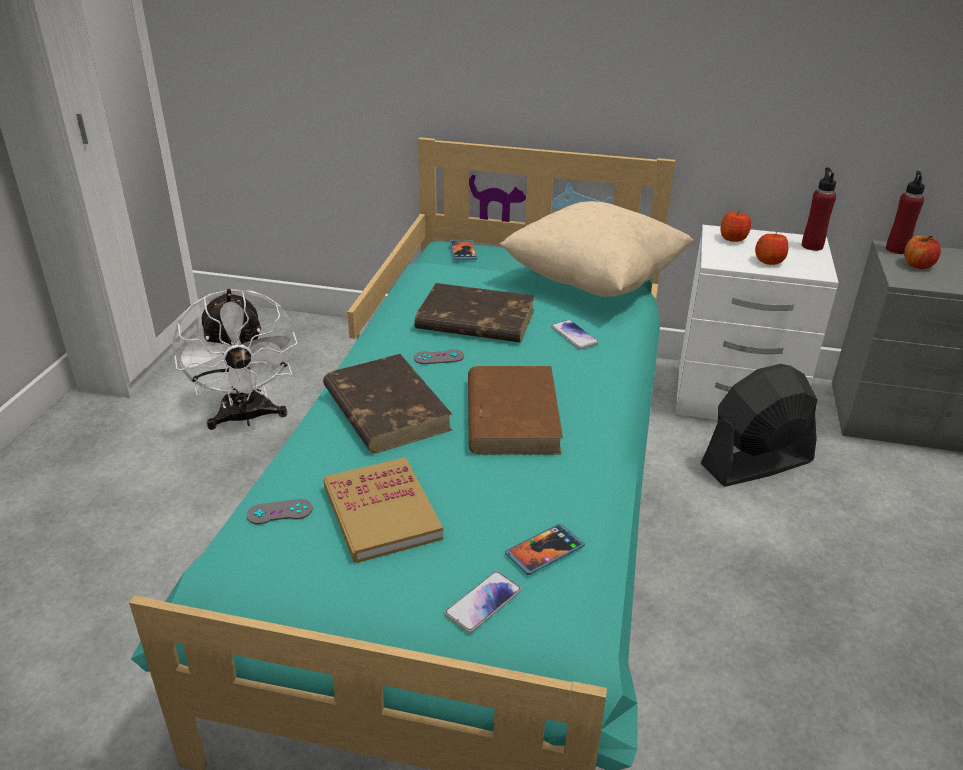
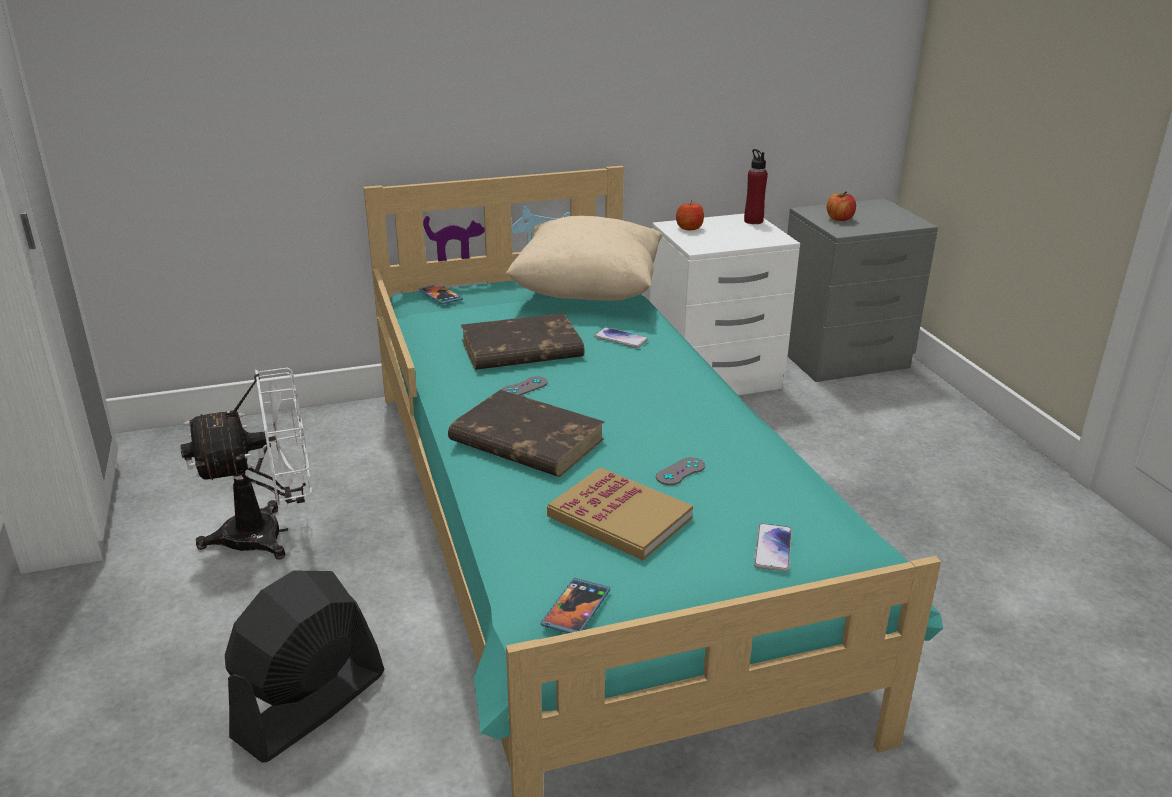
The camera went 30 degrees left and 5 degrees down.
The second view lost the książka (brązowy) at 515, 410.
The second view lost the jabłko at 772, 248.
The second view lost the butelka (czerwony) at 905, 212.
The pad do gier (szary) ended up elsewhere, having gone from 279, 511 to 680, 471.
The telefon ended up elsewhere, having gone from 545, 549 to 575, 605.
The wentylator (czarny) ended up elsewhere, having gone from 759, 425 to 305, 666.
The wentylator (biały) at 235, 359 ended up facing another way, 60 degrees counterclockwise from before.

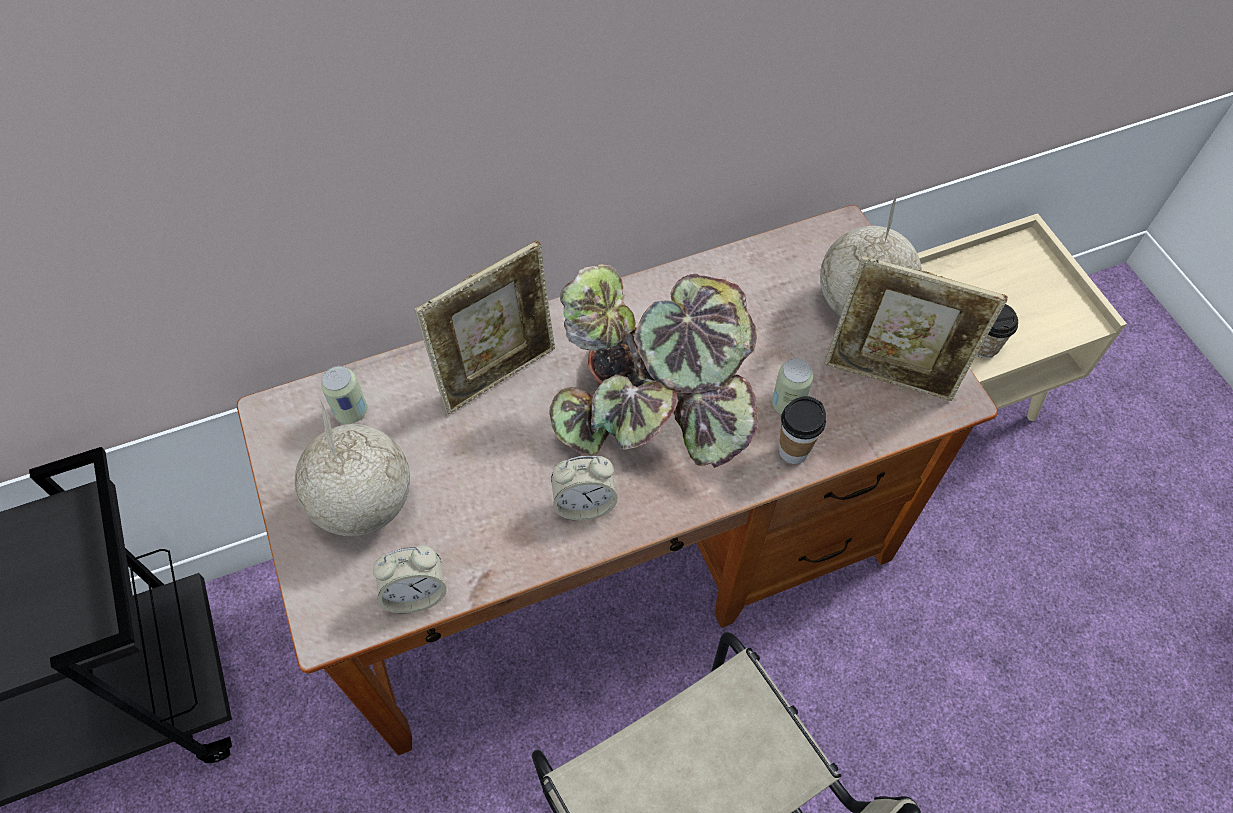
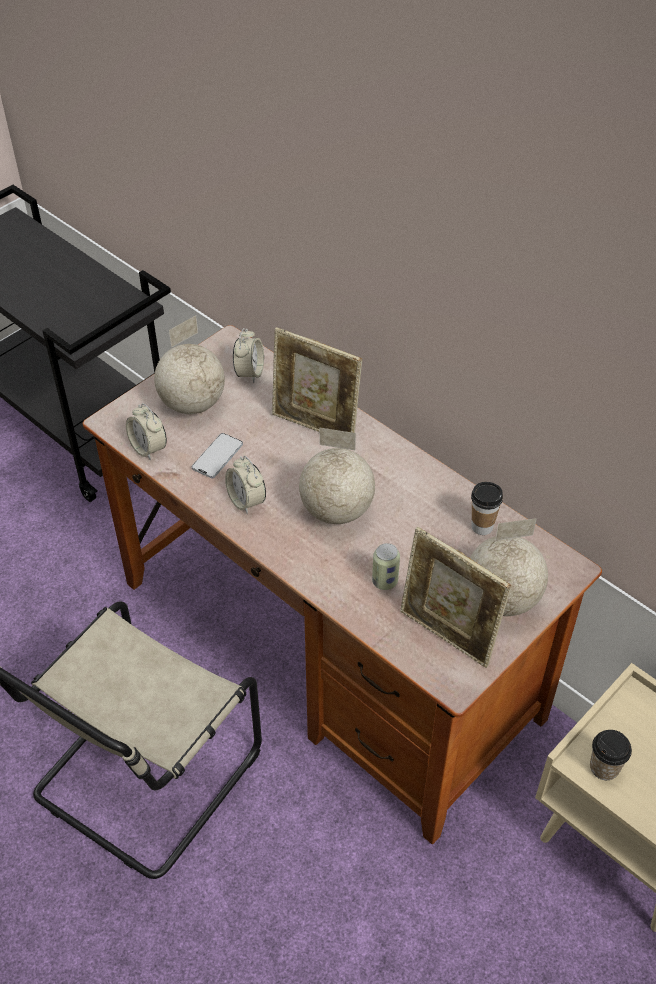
The camera went 65 degrees right and 10 degrees down.
The second view gained the telefon at 217, 455.
The filiżanka ended up elsewhere, having gone from 802, 430 to 487, 508.
Where the puszka stood at 344, 395, the budzik came to stand at 248, 355.
Where the roślina doniczkowa stood at 653, 366, the globus came to stand at 337, 476.
The ramka na zdjęcie at 916, 328 ended up facing another way, 45 degrees counterclockwise from before.

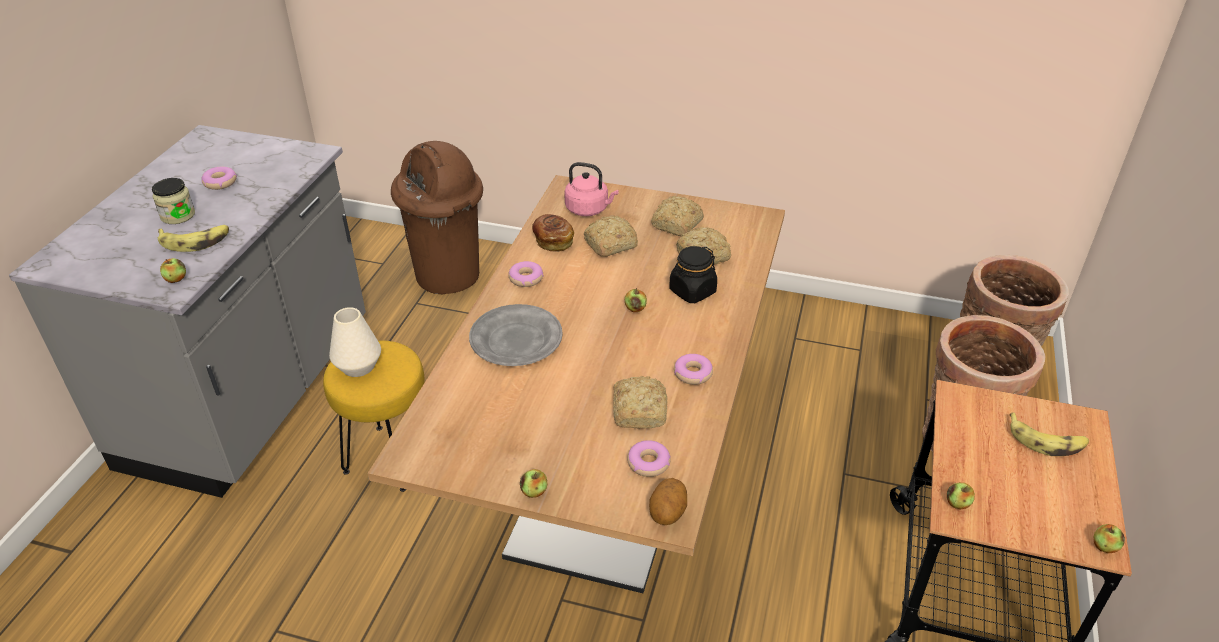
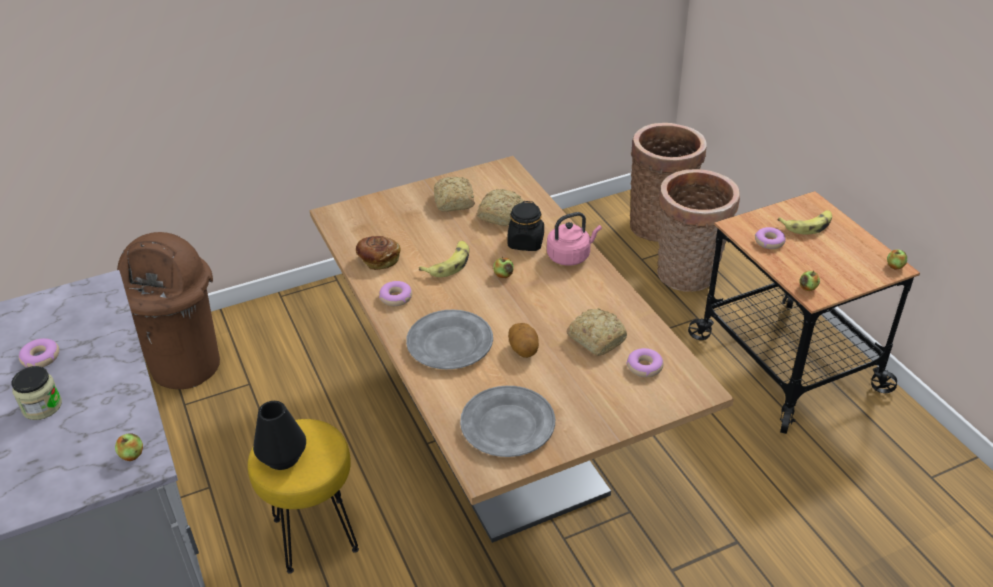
The camera went 40 degrees left and 0 degrees up.
The second view lost the jabłko at 533, 483.
The second view lost the chleb at 611, 236.
The second view gained the talerz (szary) at 507, 421.
The banan ended up elsewhere, having gone from 193, 238 to 444, 259.
The czajnik (różowy) ended up elsewhere, having gone from 591, 189 to 574, 239.
The ziemniak ended up elsewhere, having gone from 668, 501 to 523, 340.
The donut ended up elsewhere, having gone from 693, 369 to 770, 238.
What was the wazon (biały) at 355, 342 turned into the wazon (czarny) at 279, 435.

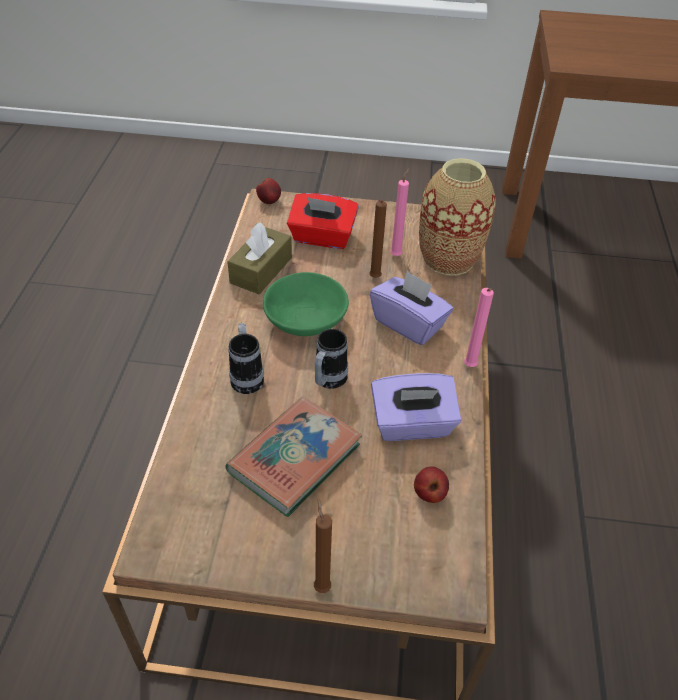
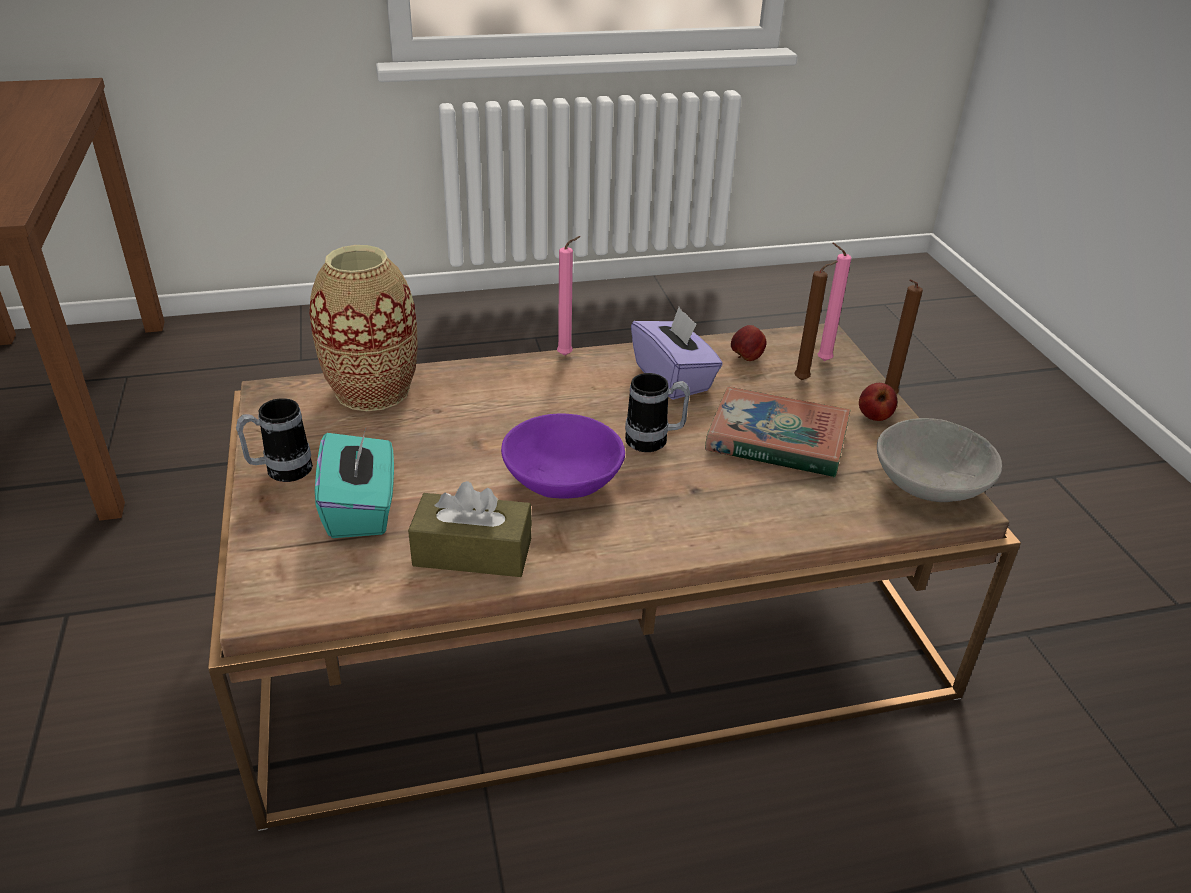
The camera went 110 degrees left and 10 degrees down.
The second view lost the pudełko chusteczek (fioletowy) at 411, 308.
The second view gained the miska (szary) at 939, 460.
The kubek ended up elsewhere, having gone from 246, 358 to 274, 440.
The jabłko ended up elsewhere, having gone from 268, 191 to 878, 402.
The świeca (brązowy) ended up elsewhere, having gone from 378, 239 to 816, 320.
The świeca (różowy) ended up elsewhere, having gone from 400, 212 to 834, 302.
What was the miska (zielony) at 306, 304 turned into the miska (fioletowy) at 563, 455.
What was the pudełko chusteczek (czerwony) at 323, 221 turned into the pudełko chusteczek (turkusowy) at 354, 482.

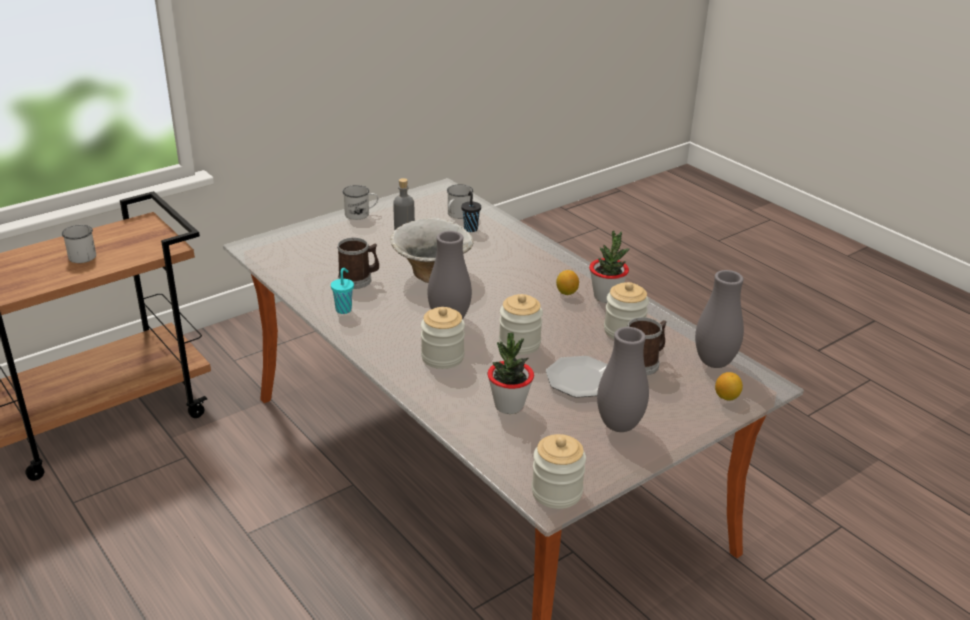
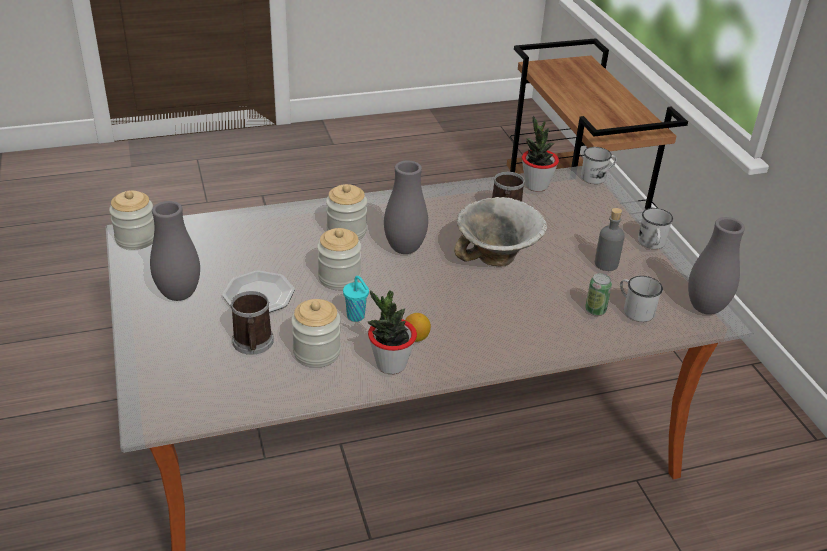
The camera went 110 degrees right and 5 degrees up.
The second view lost the cytryna at 729, 386.
The kubek (biały) ended up elsewhere, having gone from 79, 244 to 599, 165.
The filiżanka (turkusowy) ended up elsewhere, having gone from 342, 291 to 356, 299.
The roślina doniczkowa ended up elsewhere, having gone from 511, 373 to 540, 153.
The wazon (szary) ended up elsewhere, having gone from 719, 319 to 716, 266.
Where the filiżanka (czarny) stood at 471, 211, the puszka came to stand at 598, 294.

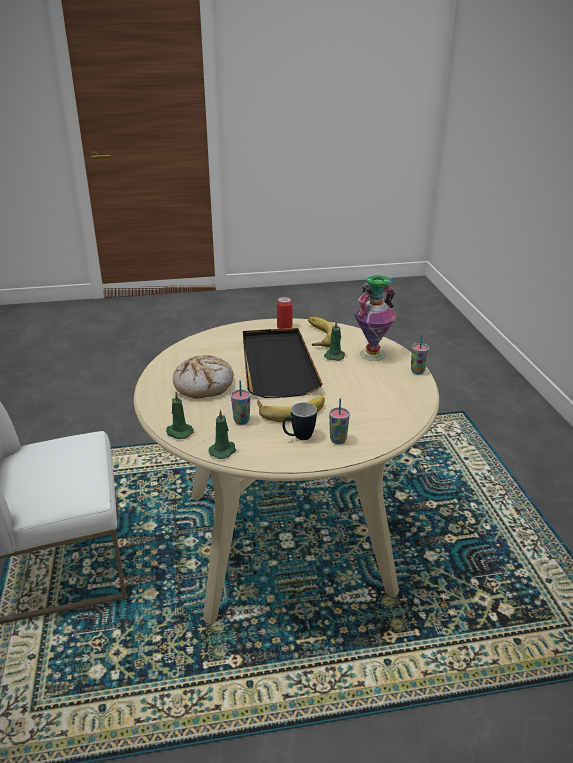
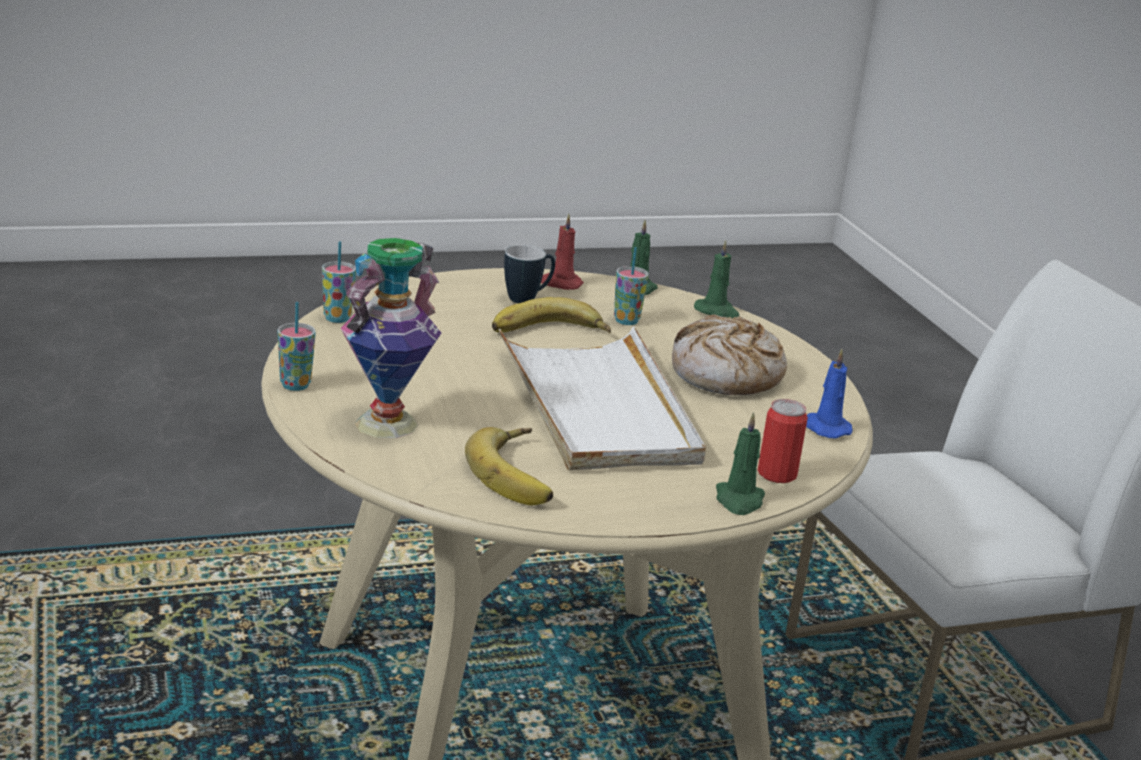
The camera went 170 degrees right and 5 degrees down.
The second view gained the świeca (czerwony) at 562, 252.
The second view gained the świeca (niebieski) at 829, 393.
The puszka ended up elsewhere, having gone from 285, 313 to 783, 441.
The świeca (zielony) ended up elsewhere, having gone from 334, 340 to 740, 463.
The filiżanka ended up elsewhere, having gone from 339, 421 to 339, 282.
What was the taca (czarny) at 283, 363 turned into the taca (biały) at 602, 398.

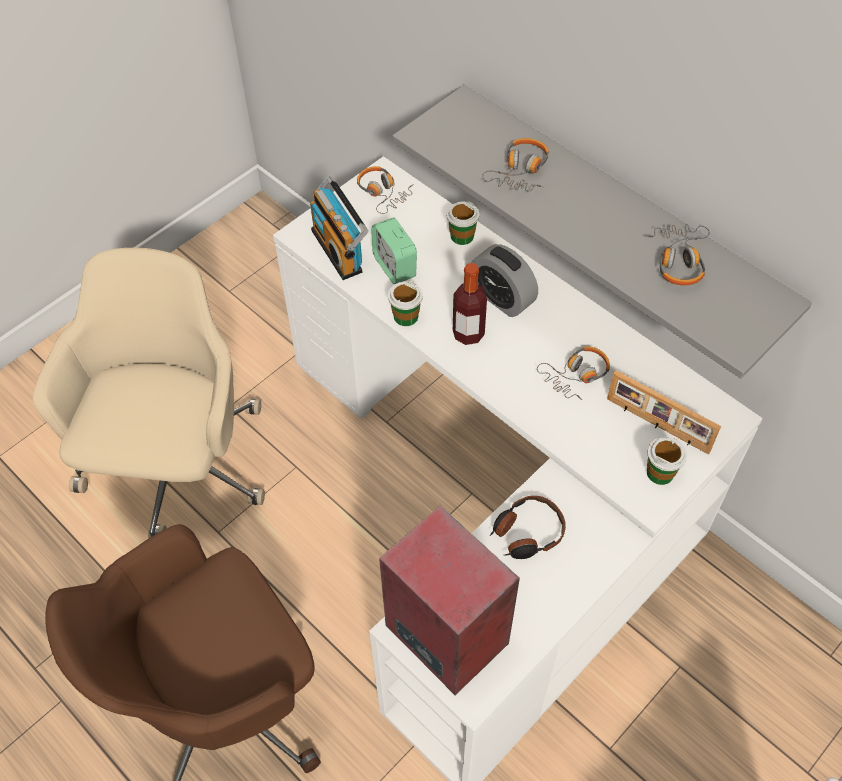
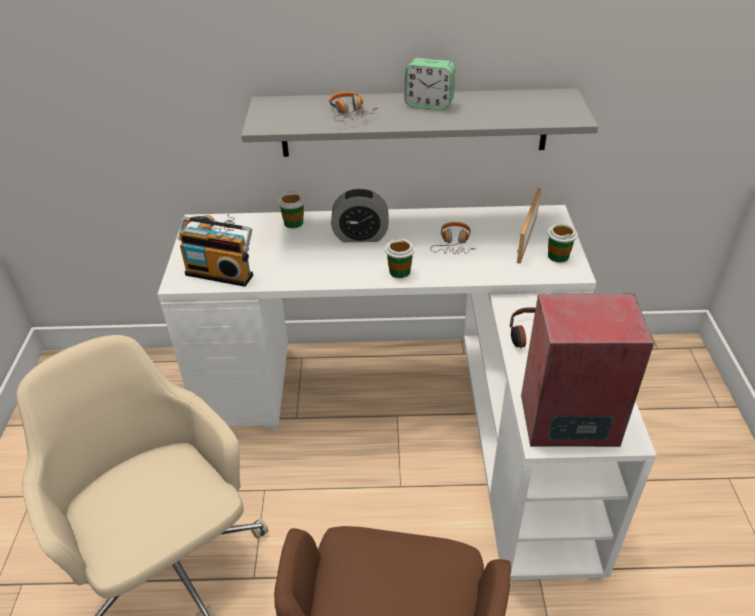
The camera went 45 degrees left and 15 degrees down.
The second view lost the butelka at 470, 304.
The second view lost the słuchawki at 677, 254.
The budzik ended up elsewhere, having gone from 394, 251 to 430, 84.
The filiżanka ended up elsewhere, having gone from 405, 303 to 400, 257.
The ramka na zdjęcie at 664, 413 ended up facing another way, 120 degrees clockwise from before.

